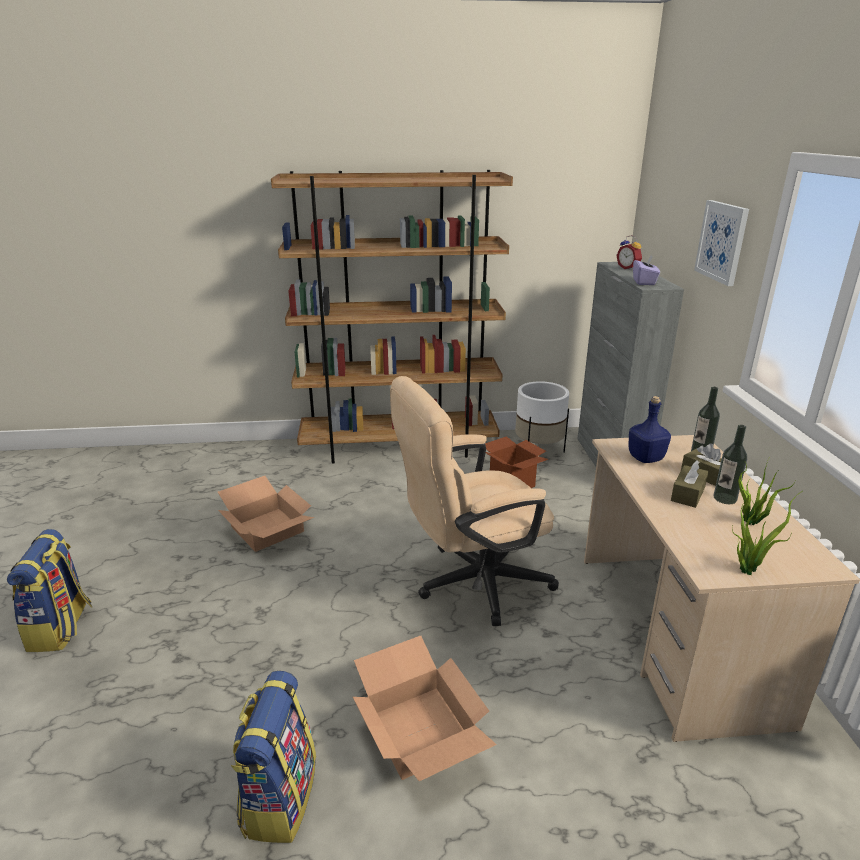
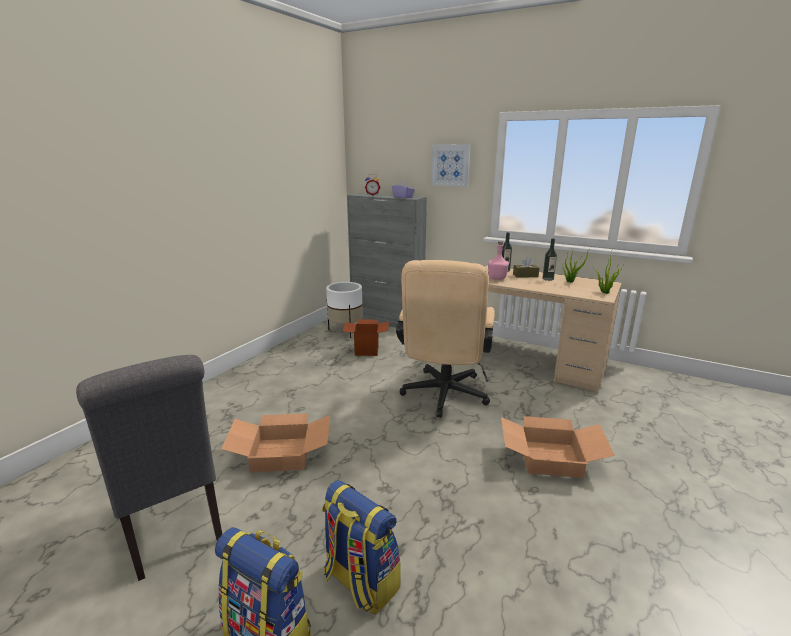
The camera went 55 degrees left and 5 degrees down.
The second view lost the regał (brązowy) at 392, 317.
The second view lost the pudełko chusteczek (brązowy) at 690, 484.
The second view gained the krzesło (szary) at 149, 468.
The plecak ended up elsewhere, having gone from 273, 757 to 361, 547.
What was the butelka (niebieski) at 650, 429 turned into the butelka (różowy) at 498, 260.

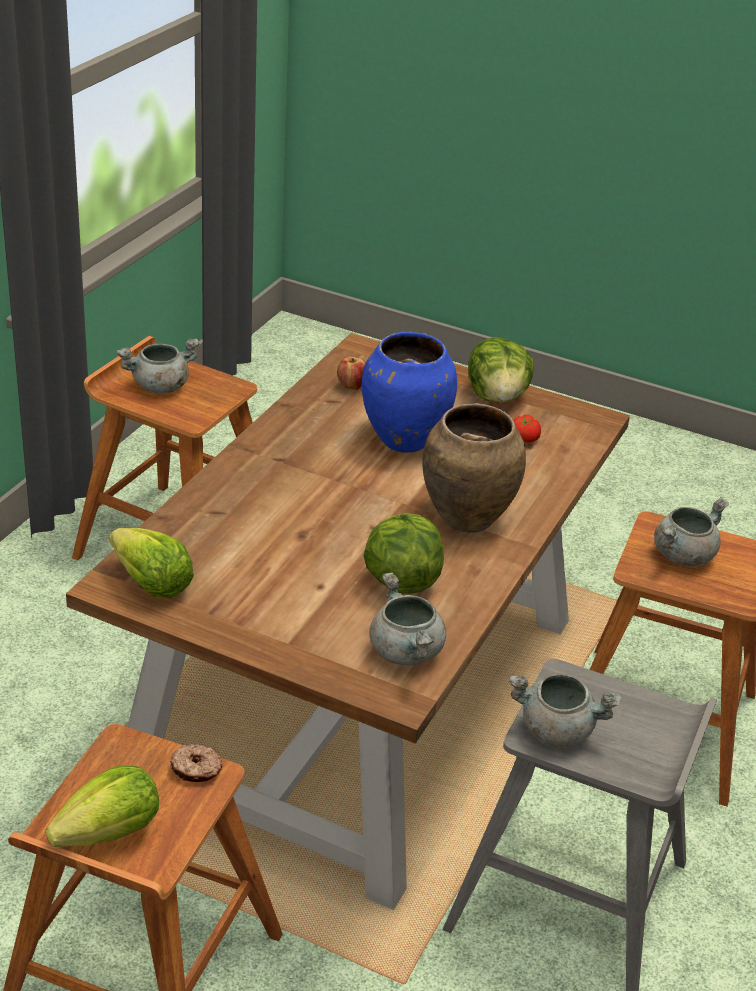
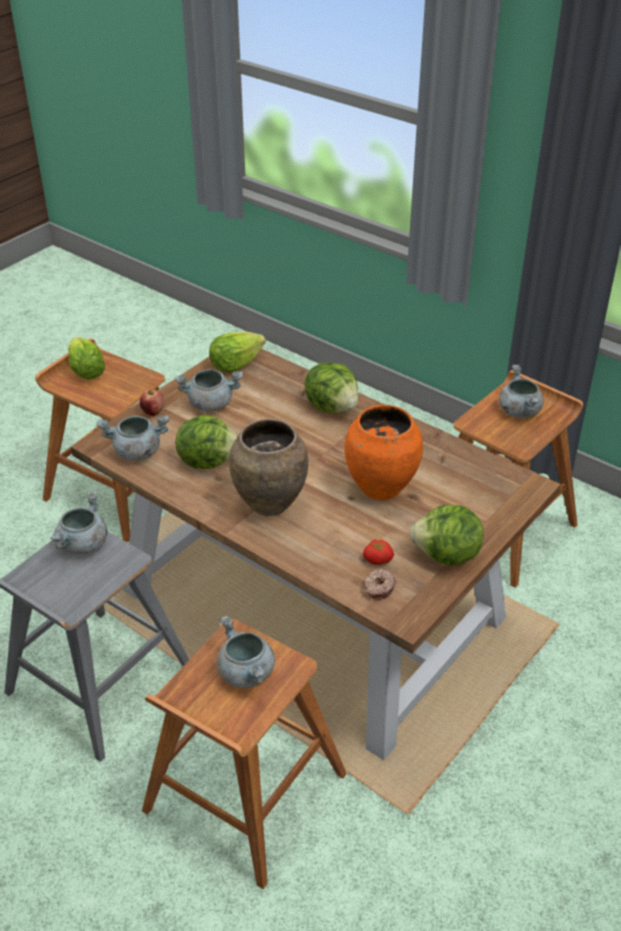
The camera went 105 degrees right and 5 degrees up.
The second view gained the garnek (szary) at 209, 390.
The second view gained the sałata at 332, 387.
The donut ended up elsewhere, having gone from 196, 763 to 380, 584.
The jabłko ended up elsewhere, having gone from 351, 373 to 152, 402.
What was the wazon (niebieski) at 409, 392 turned into the wazon (pomarańczowy) at 384, 452.

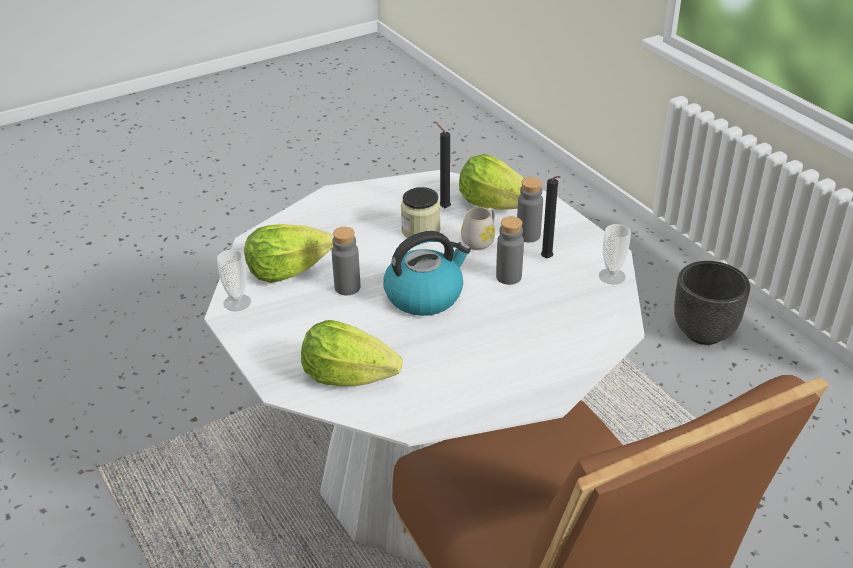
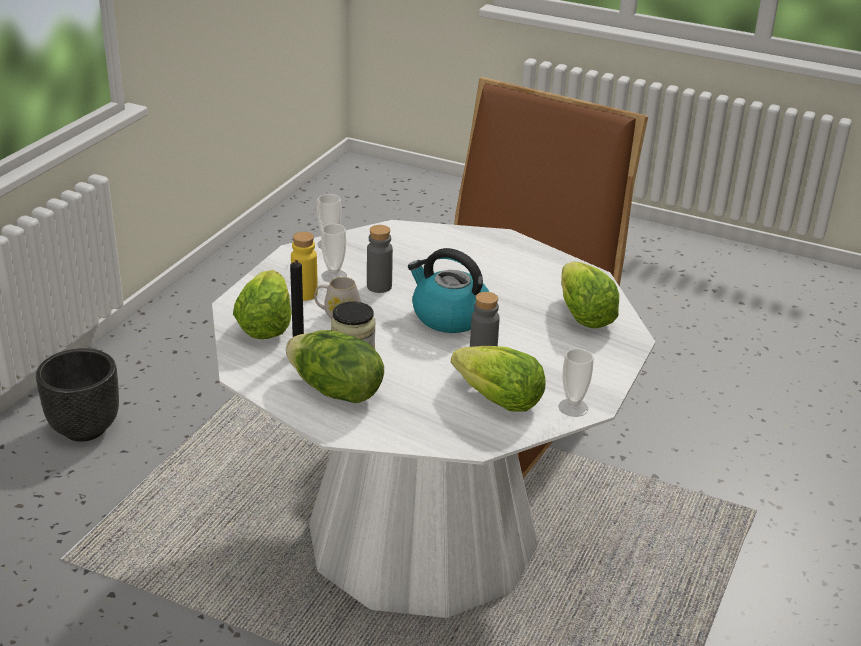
The camera went 125 degrees left and 5 degrees down.
The second view gained the sałata at 335, 366.
Where the świeca (czarny) stood at 550, 217, the filiżanka came to stand at 334, 253.
What was the butelka (szary) at 530, 209 turned into the butelka (żółty) at 304, 266.

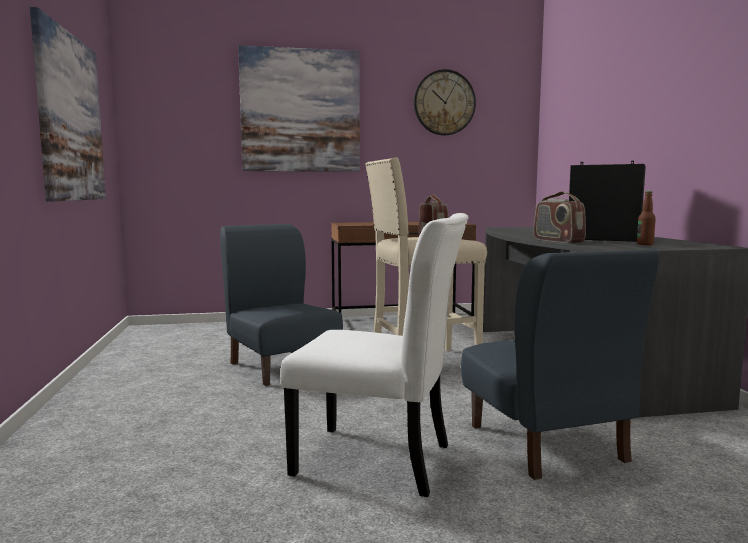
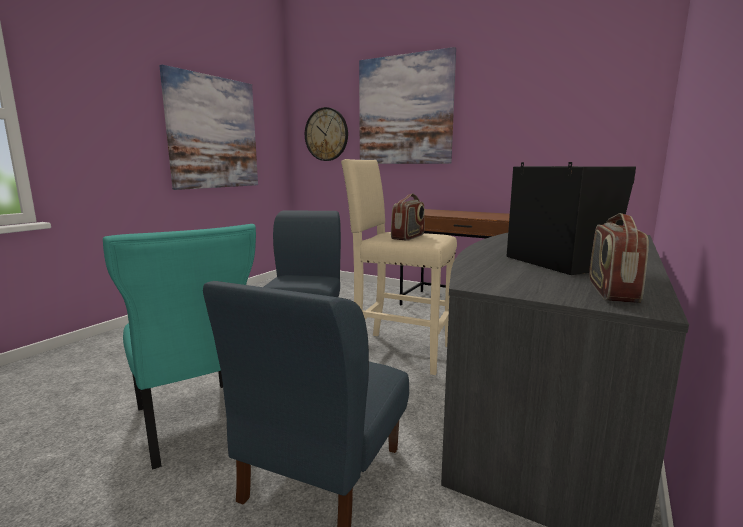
The camera went 40 degrees right and 5 degrees up.
The second view lost the butelka at 646, 218.
The zegar ścienny ended up elsewhere, having gone from 445, 102 to 326, 134.
The radio ended up elsewhere, having gone from 559, 217 to 619, 258.
What was the krzesło (biały) at 375, 355 turned into the krzesło (turkusowy) at 179, 347.

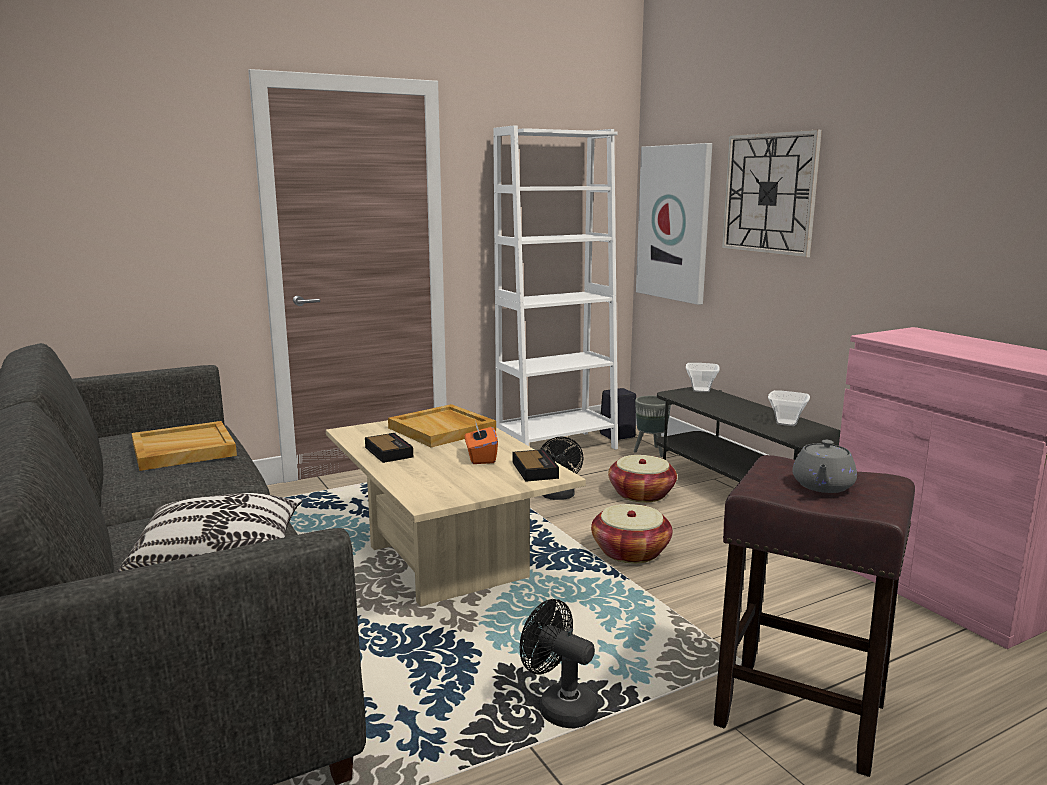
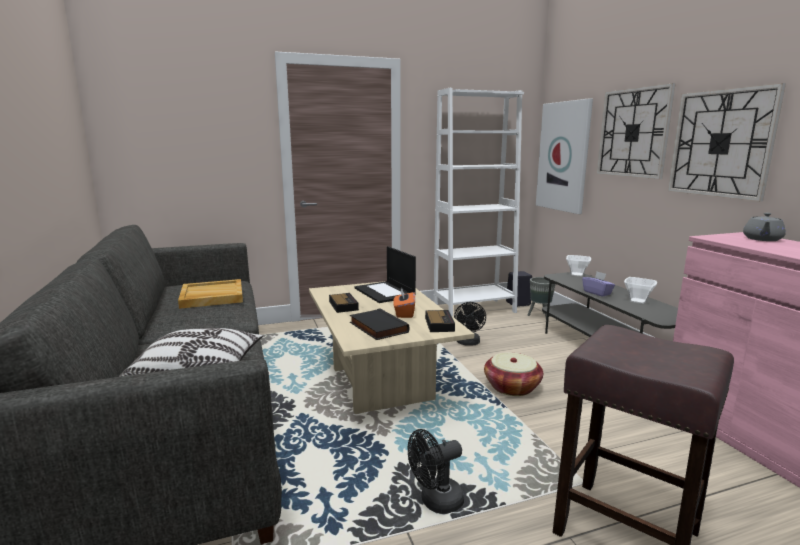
The camera went 10 degrees right and 0 degrees up.
The second view lost the koszyk at 642, 479.
The second view gained the książka (czarny) at 379, 324.
The second view gained the pudełko chusteczek (fioletowy) at 598, 284.
The second view gained the zegar ścienny at 727, 142.
The imbryk (szary) ended up elsewhere, having gone from 824, 466 to 764, 227.
Where the taca (beżowy) stood at 442, 425, the laptop came to stand at 385, 274.
The wentylator (czarny) at 559, 664 ended up facing another way, 75 degrees counterclockwise from before.

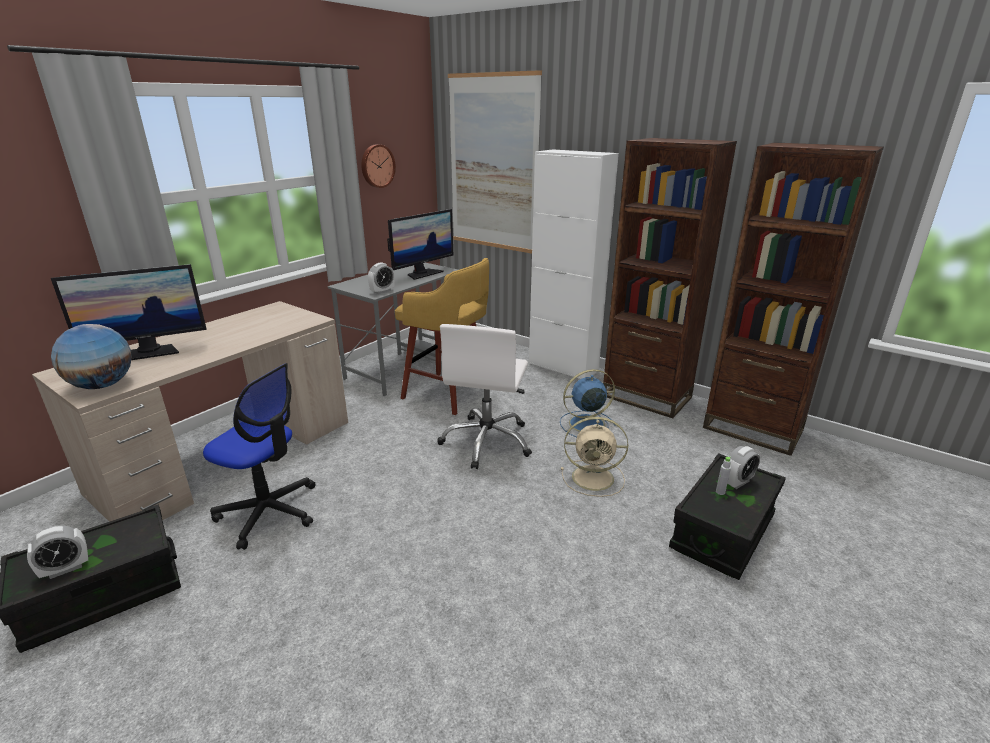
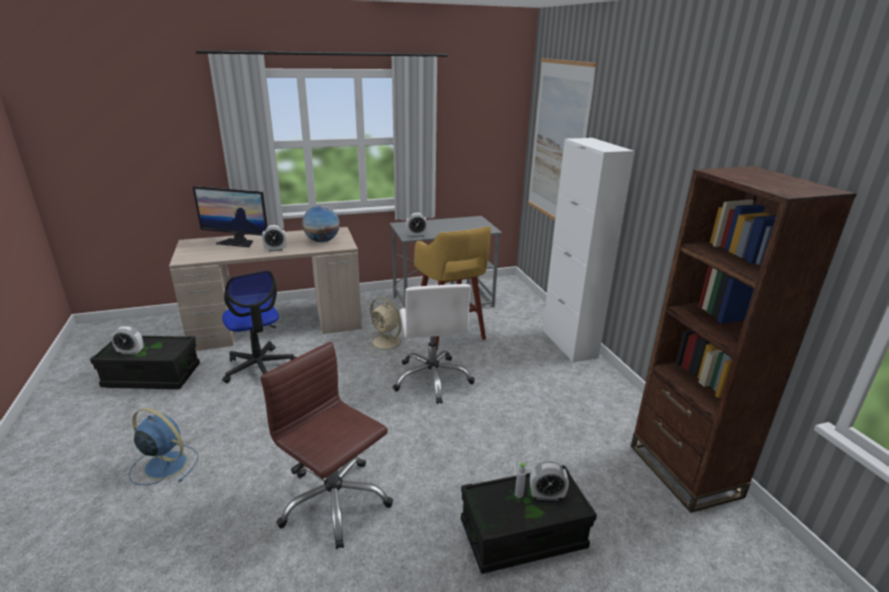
The camera went 35 degrees right and 0 degrees up.
The second view lost the zegar ścienny at 378, 166.
The second view lost the monitor at 420, 244.
The second view lost the regał (brązowy) at 670, 278.
The second view gained the krzesło biurowe (brązowy) at 326, 445.
The second view gained the budzik at 274, 238.
The globus ended up elsewhere, having gone from 91, 356 to 321, 223.
The wentylator (niebieski) ended up elsewhere, having gone from 588, 403 to 163, 446.
The wentylator (beżowy) ended up elsewhere, having gone from 594, 457 to 387, 325.
The krzesło biurowe (biały) at 484, 396 ended up facing another way, 60 degrees counterclockwise from before.

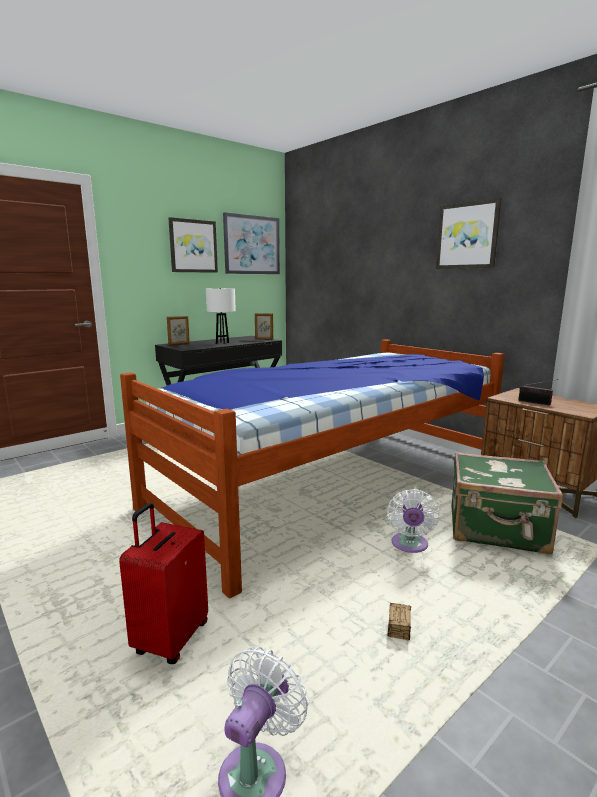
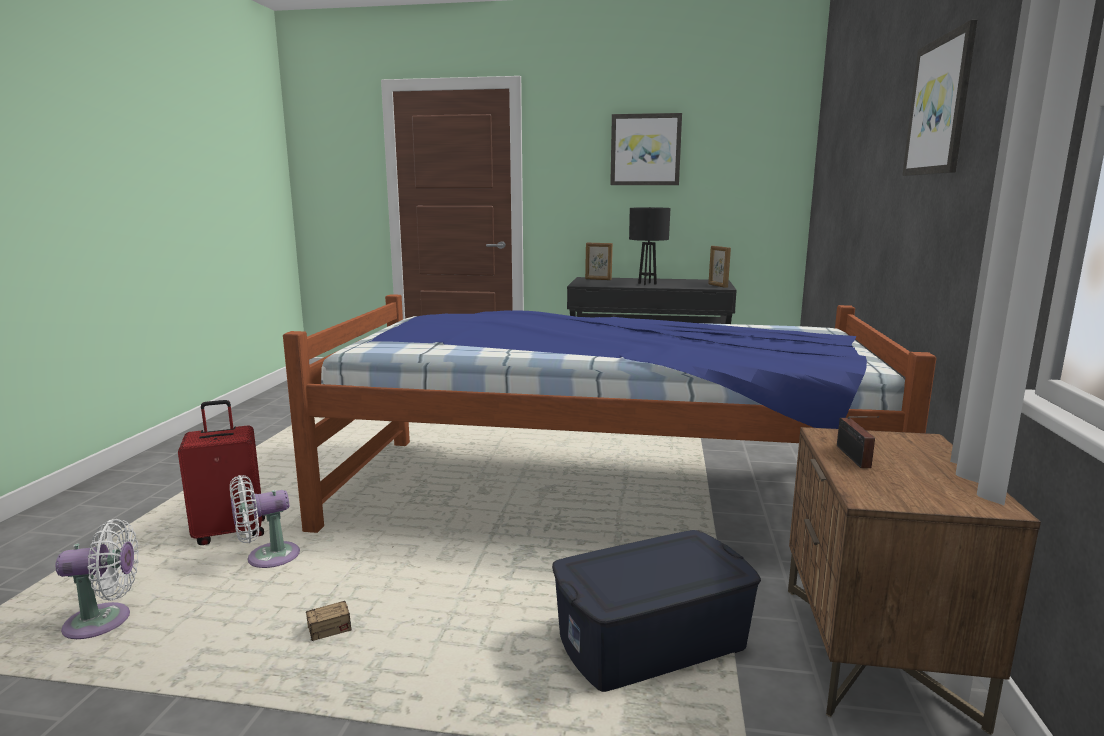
The camera went 50 degrees right and 0 degrees up.
The second view lost the obraz at 251, 243.
The wentylator (biały) ended up elsewhere, having gone from 413, 521 to 265, 521.
Where the walizka (zielony) stood at 507, 503, the pojemnik do przechowywania (niebieski) came to stand at 656, 611.
What was the lampa stołowa (biały) at 221, 316 turned into the lampa stołowa (czarny) at 649, 246.

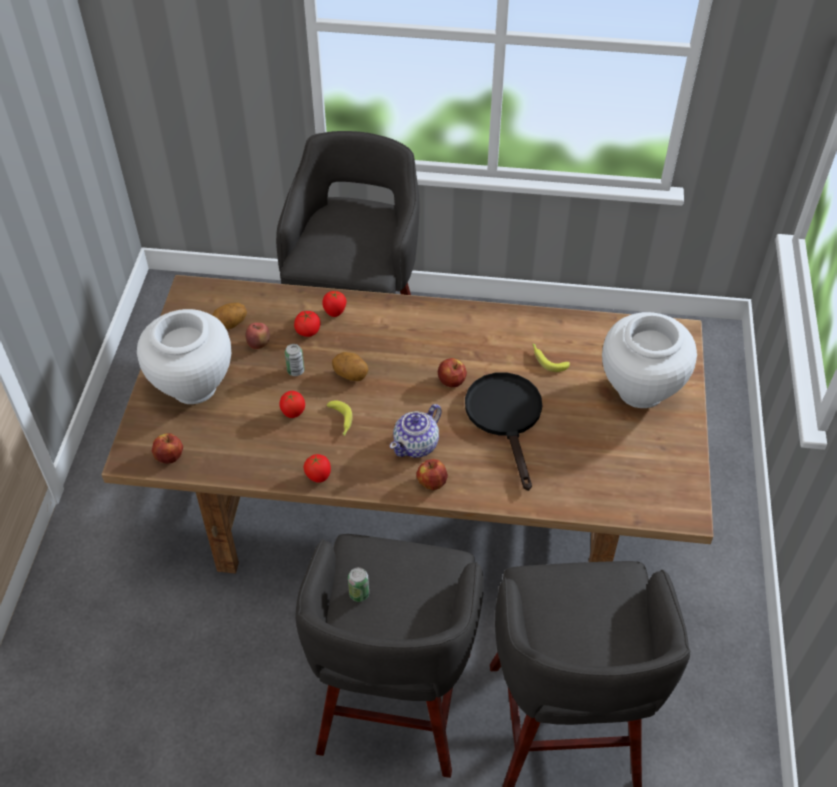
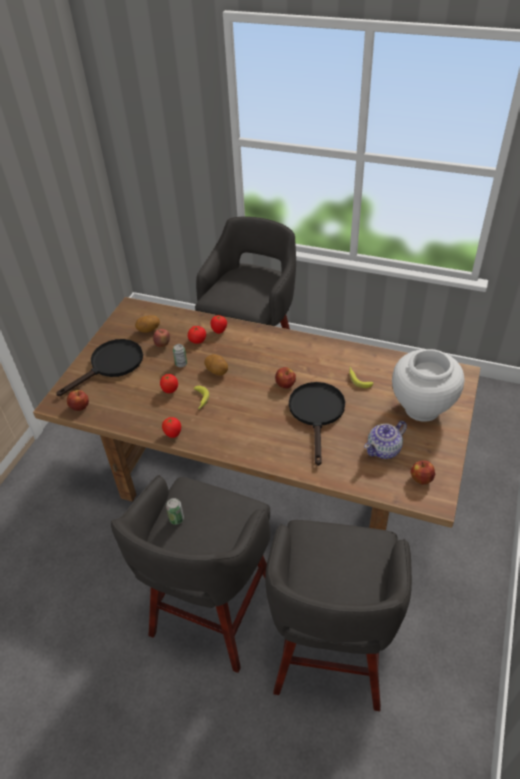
The camera went 15 degrees right and 5 degrees down.
The imbryk ended up elsewhere, having gone from 416, 431 to 385, 440.
The jabłko ended up elsewhere, having gone from 432, 474 to 422, 472.
Where the wazon (biały) stood at 184, 356, the patelnia (czarny) came to stand at 99, 367.

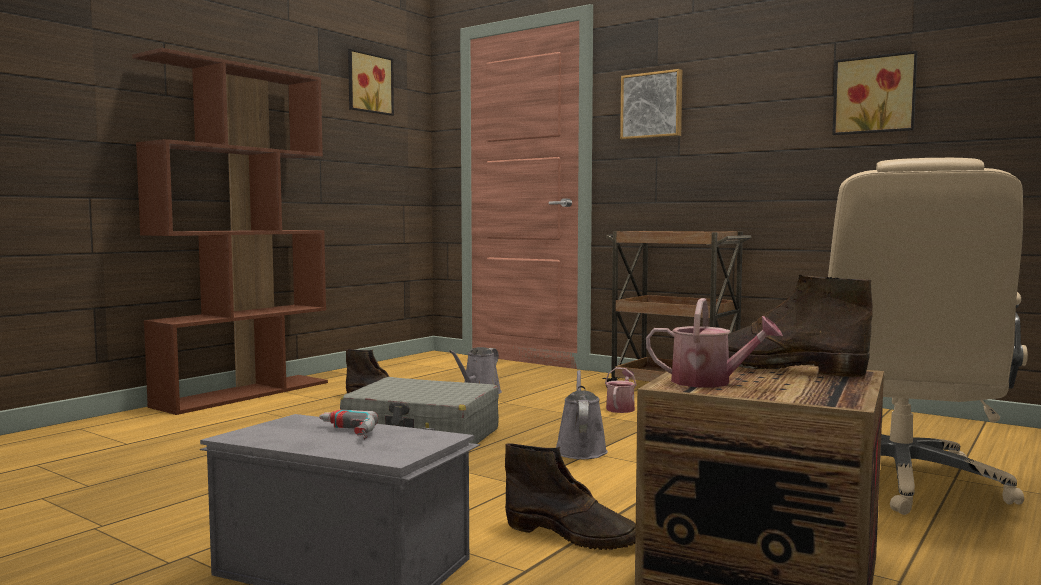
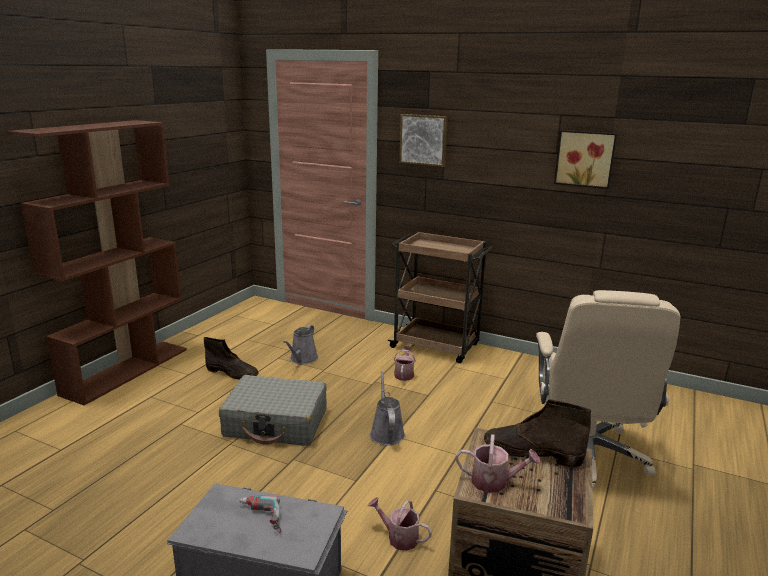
The camera went 10 degrees left and 15 degrees up.
The second view lost the obraz at 371, 82.
Where the but z cholewką (brązowy) stood at 570, 496, the konewka came to stand at 400, 524.

